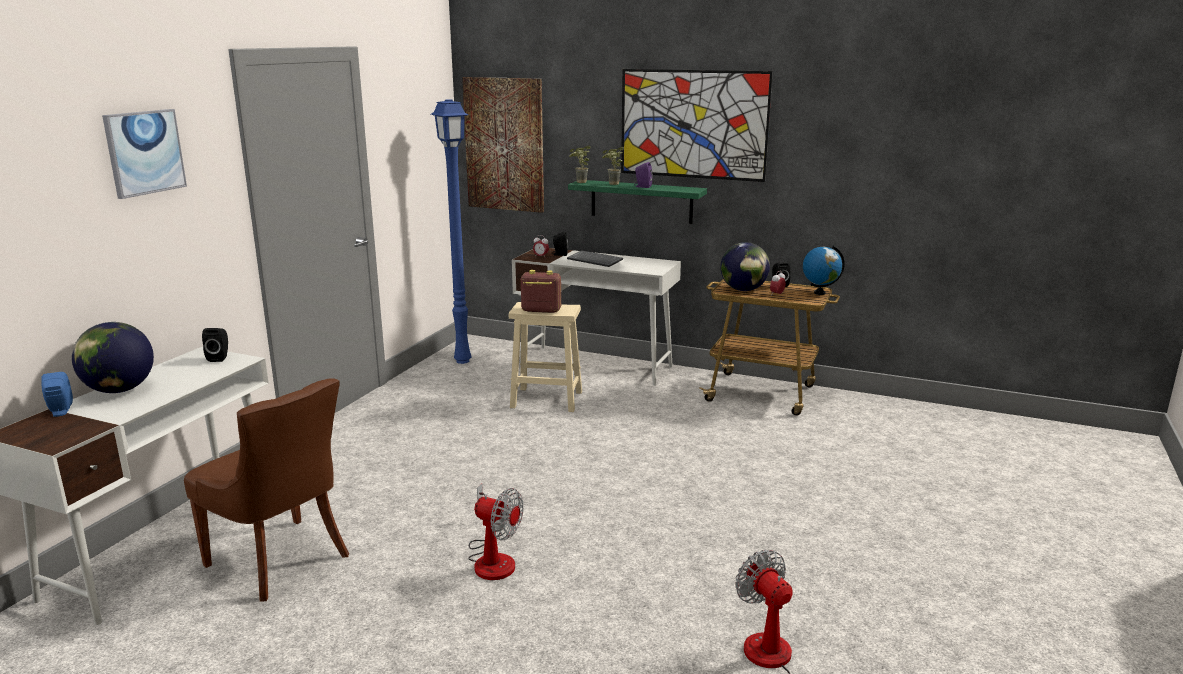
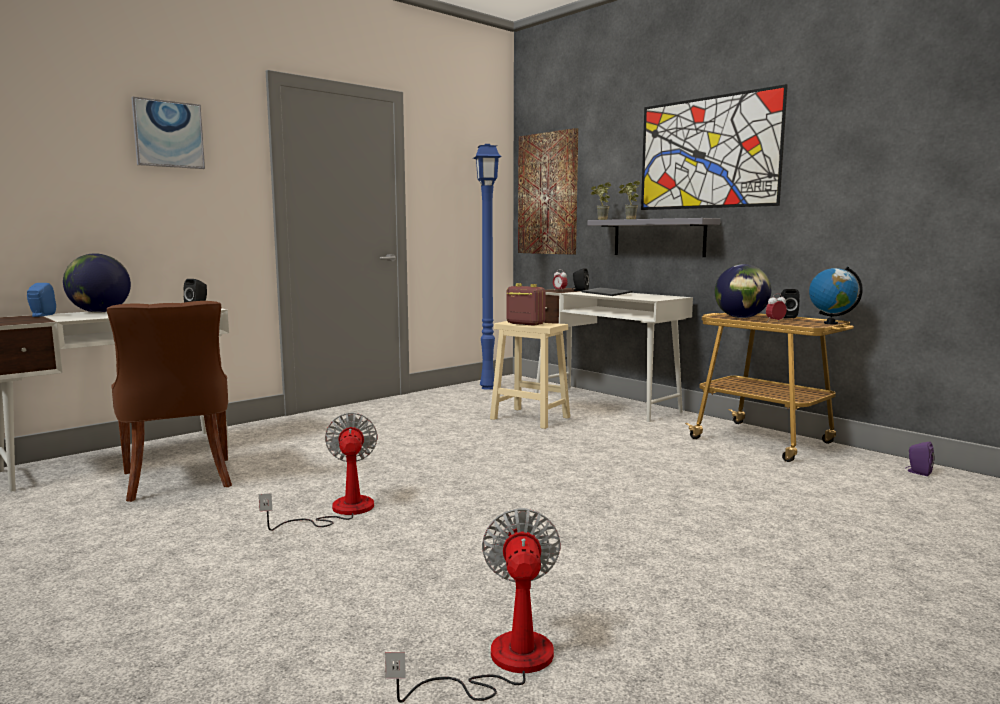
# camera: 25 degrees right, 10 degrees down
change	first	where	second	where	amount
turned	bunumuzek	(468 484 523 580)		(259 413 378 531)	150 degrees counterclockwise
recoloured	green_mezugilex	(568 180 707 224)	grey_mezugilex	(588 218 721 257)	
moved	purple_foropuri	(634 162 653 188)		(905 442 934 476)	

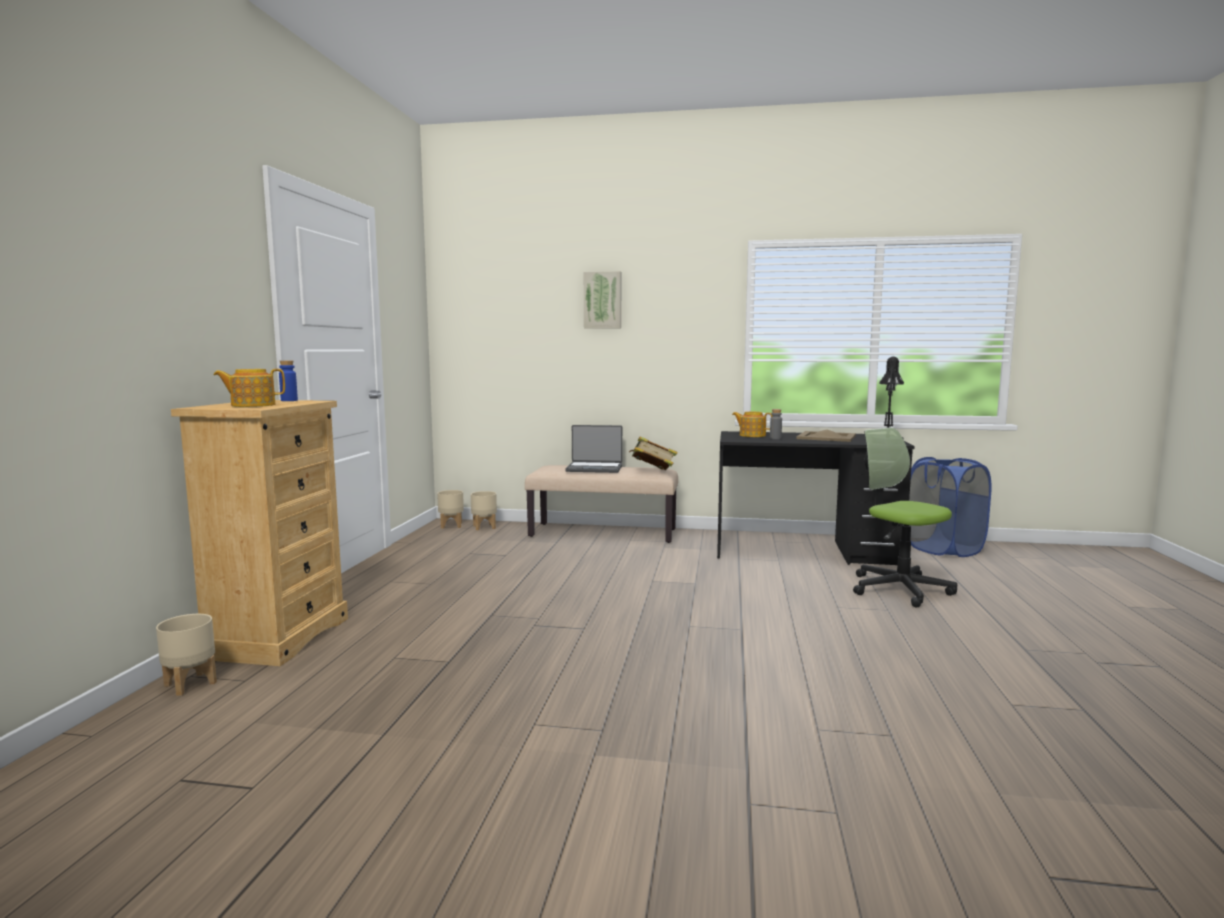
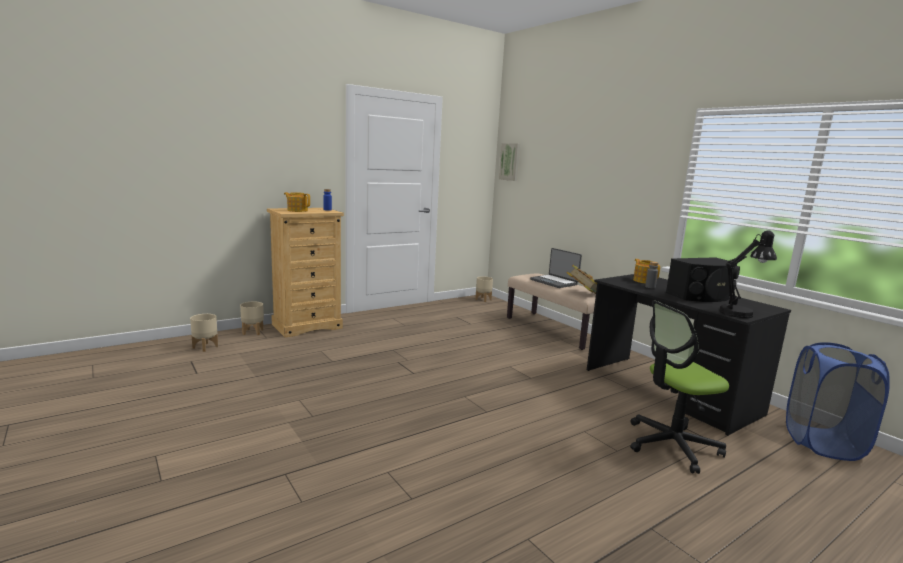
# camera: 45 degrees right, 5 degrees up
change	first	where	second	where	amount
moved	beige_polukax	(471 491 497 530)		(190 314 218 352)	
moved	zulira	(584 271 621 329)		(499 143 520 181)	
replaced	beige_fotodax	(797 430 856 442)	black_foropuri	(666 257 740 302)	
turned	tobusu	(853 427 957 607)		(630 300 729 474)	120 degrees counterclockwise

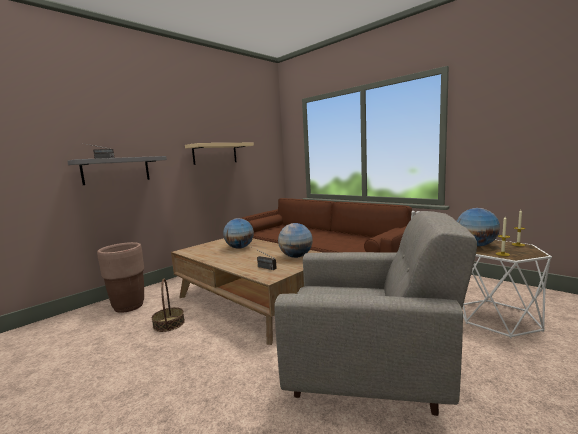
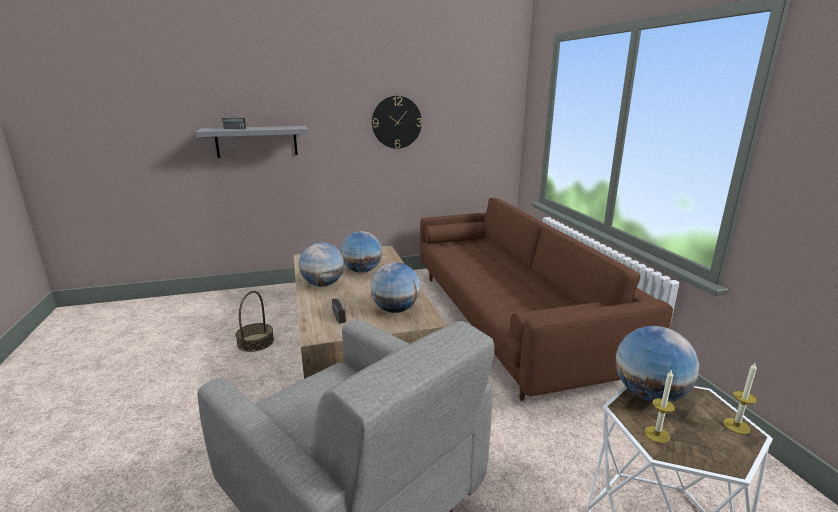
# camera: 30 degrees right, 10 degrees up
change	first	where	second	where	amount
removed	brown_polukax	(97 242 144 313)			
replaced	beige_mezugilex	(185 143 254 165)	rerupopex	(372 96 422 149)	
added			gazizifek	(299 242 344 287)	

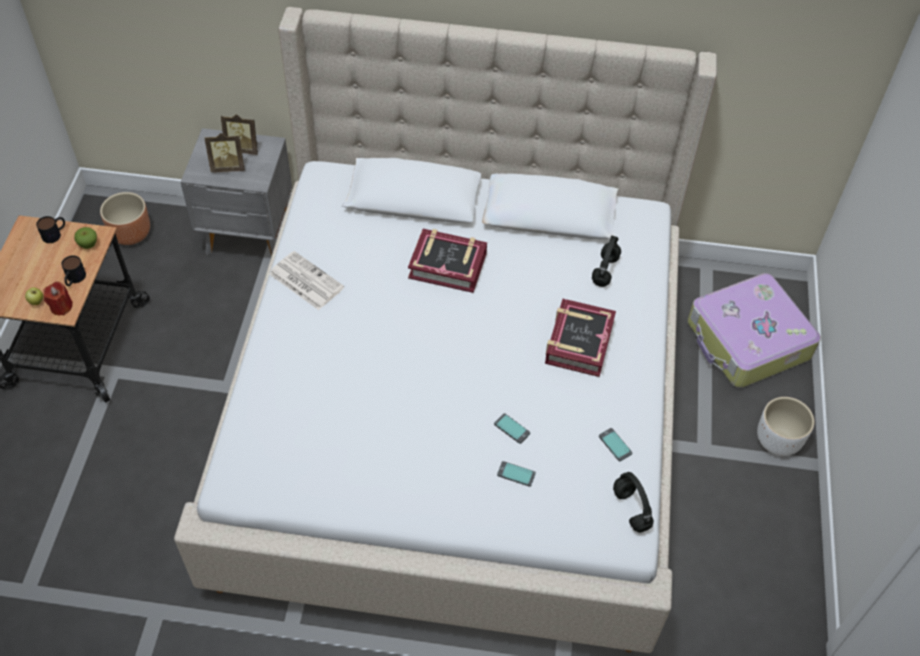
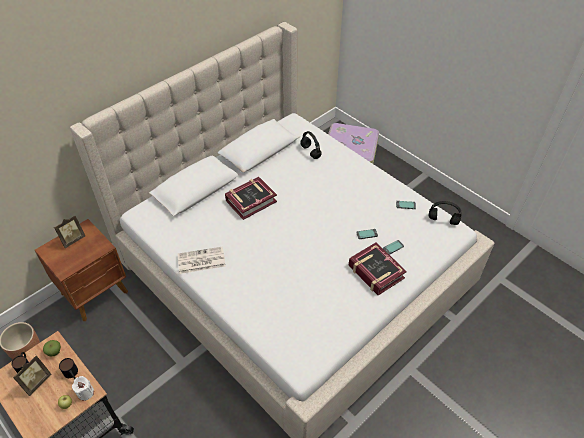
# camera: 50 degrees left, 5 degrees down
change	first	where	second	where	amount
recoloured	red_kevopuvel	(43 282 73 316)	white_kevopuvel	(72 376 94 401)	
recoloured	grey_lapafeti	(181 128 292 256)	brown_lapafeti	(35 219 128 321)	
moved	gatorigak	(204 133 245 172)		(13 355 51 396)	
moved	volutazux	(545 299 616 377)		(349 243 407 295)	
removed	white_polukax	(757 397 814 456)			

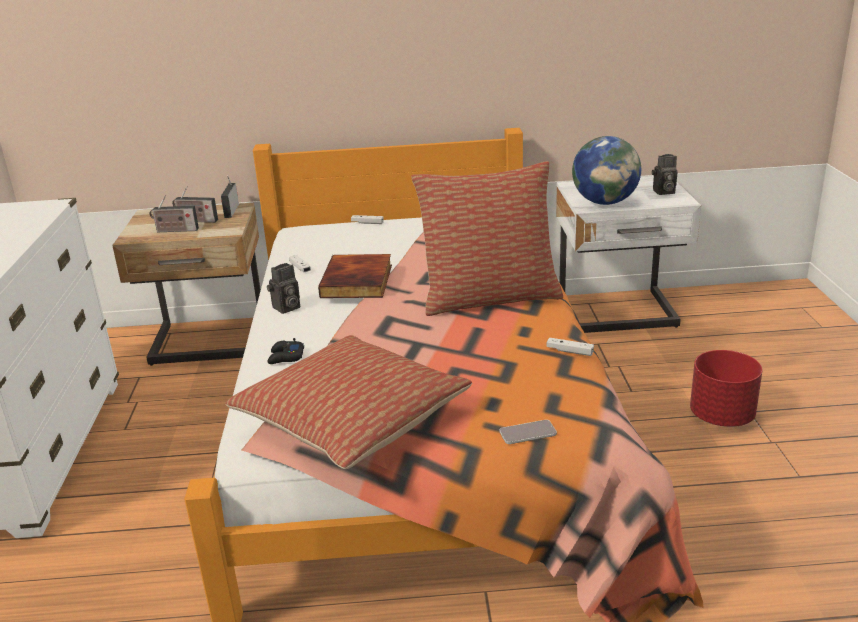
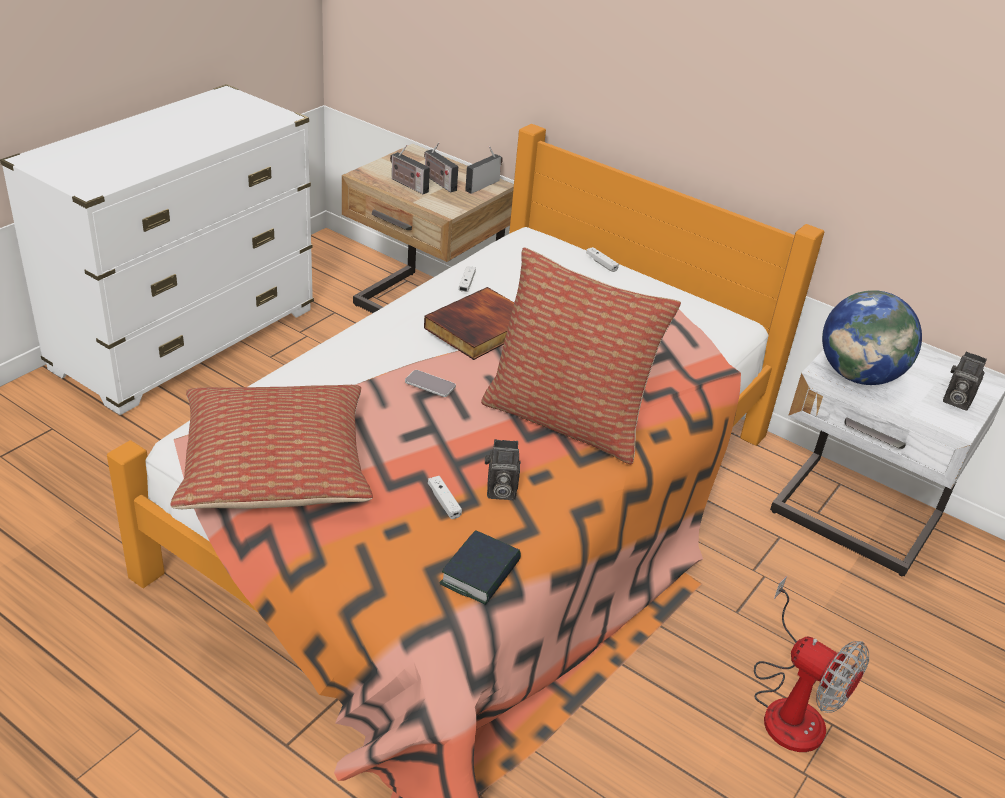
# camera: 35 degrees right, 10 degrees up
change	first	where	second	where	amount
moved	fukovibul	(267 263 300 314)		(485 439 521 500)	
removed	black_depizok	(267 338 304 364)			
moved	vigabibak	(499 420 557 444)		(405 370 456 397)	
moved	white_depizok	(546 338 594 356)		(428 476 462 519)	
replaced	red_polukax	(690 350 762 427)	bunumuzek	(754 576 869 752)	
added			volutazux	(440 530 521 605)	

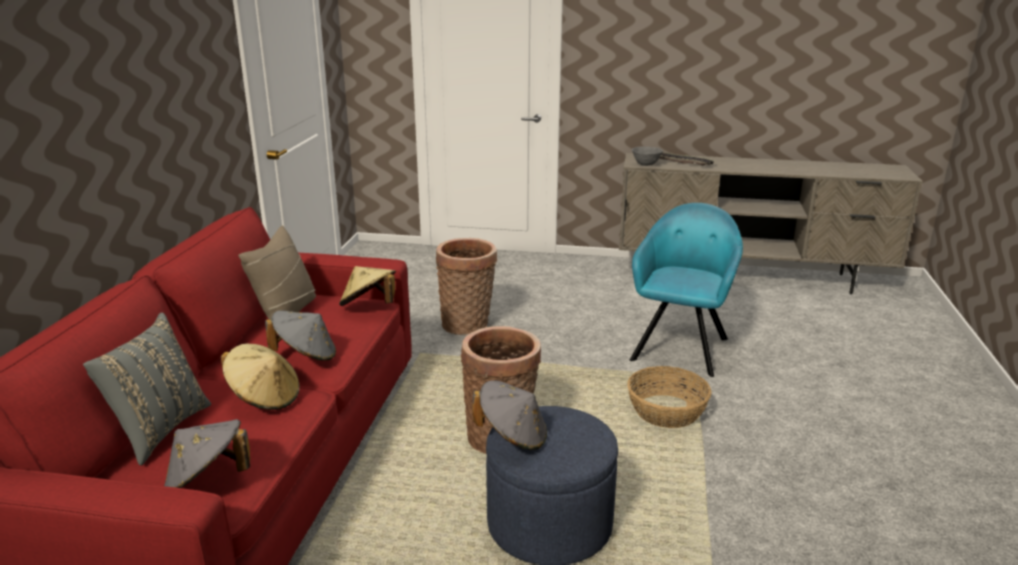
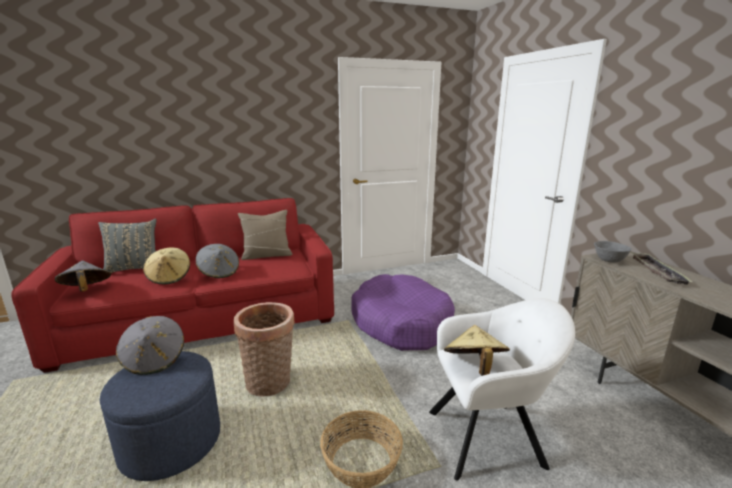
# camera: 60 degrees right, 5 degrees down
change	first	where	second	where	amount
moved	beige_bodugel	(339 266 396 306)		(444 325 510 376)	
replaced	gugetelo	(436 238 497 335)	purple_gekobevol	(351 274 455 351)	
recoloured	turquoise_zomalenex	(630 203 743 377)	white_zomalenex	(429 298 575 480)	

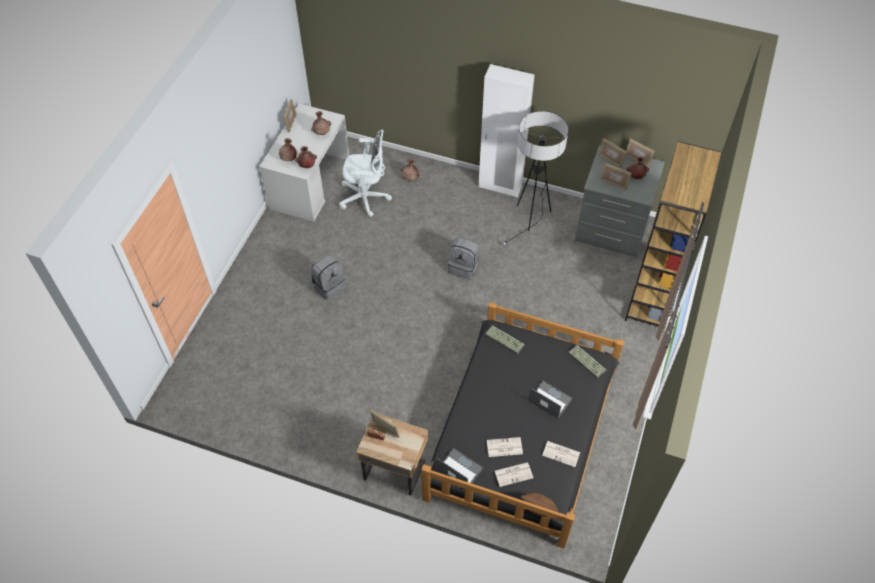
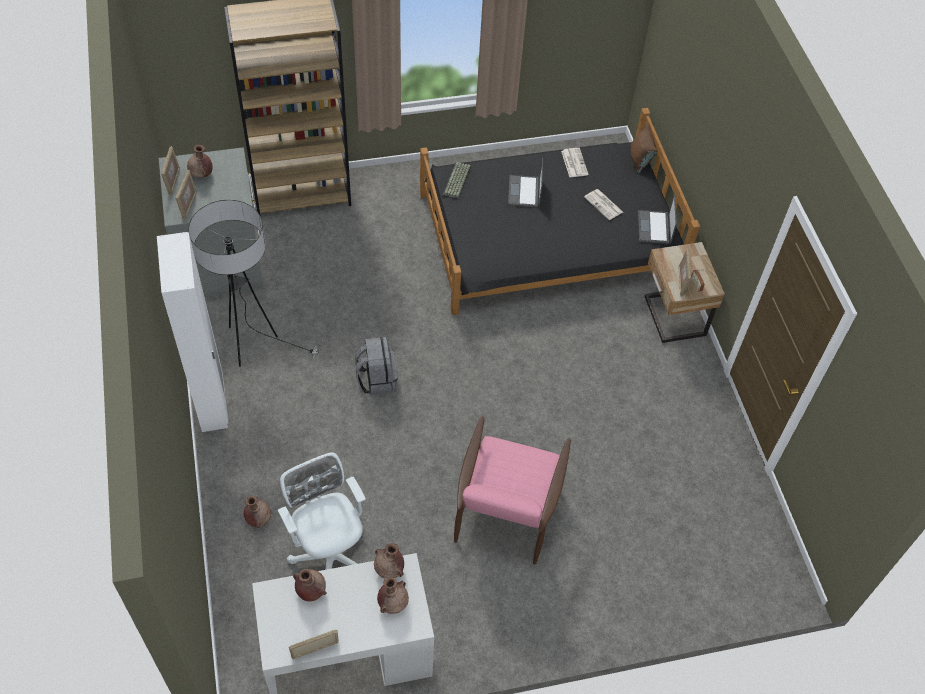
# camera: 125 degrees left, 0 degrees up
change	first	where	second	where	amount
replaced	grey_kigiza	(311 255 346 300)	pink_zomalenex	(454 416 571 565)	
removed	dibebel	(484 325 525 354)			
removed	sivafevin	(495 462 533 487)			
removed	gatorigak	(600 163 632 190)			

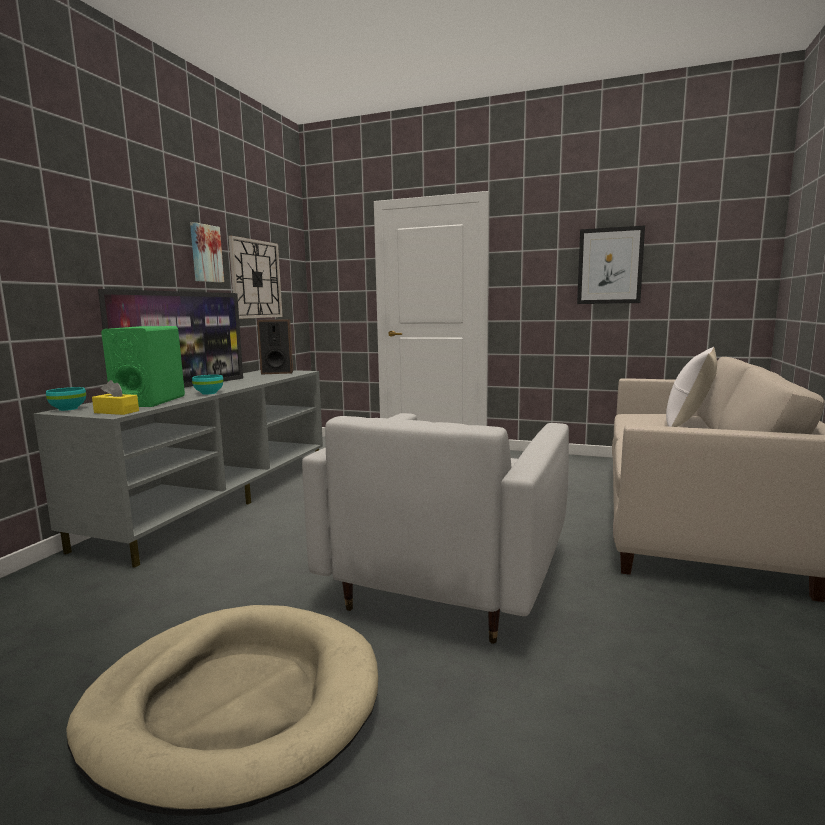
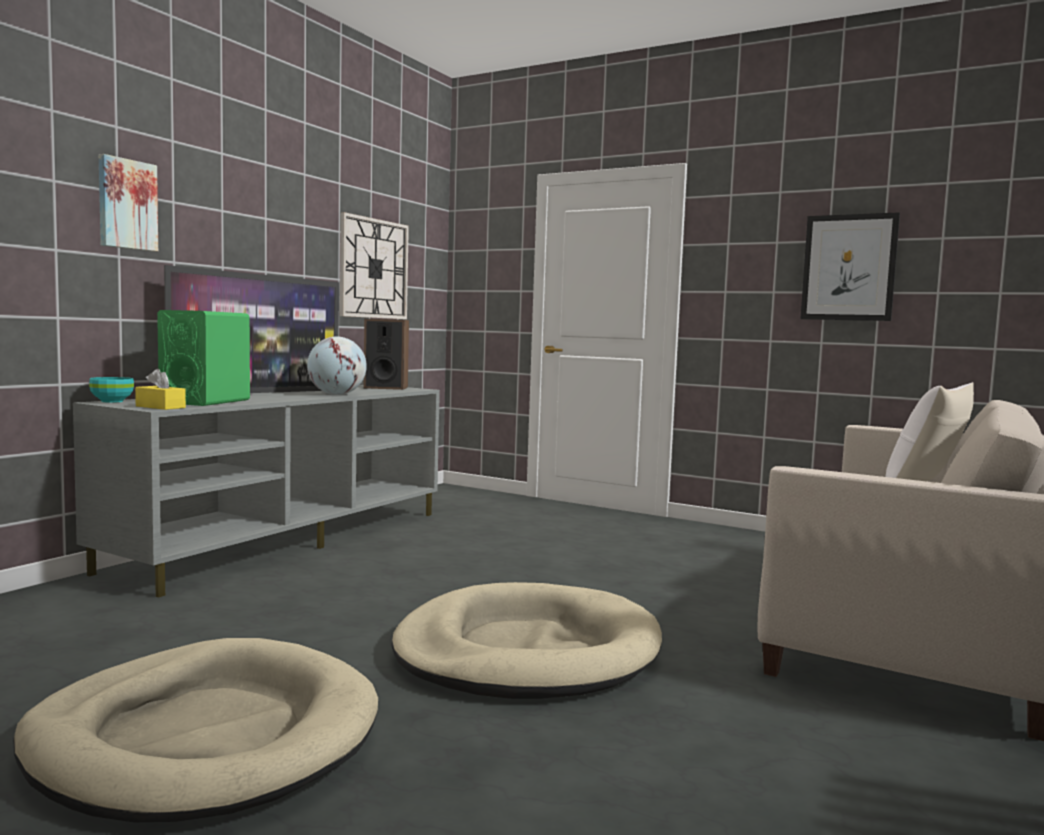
# camera: 10 degrees right, 5 degrees down
change	first	where	second	where	amount
moved	zulira	(190 222 224 282)		(99 154 158 252)	
removed	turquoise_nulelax	(192 375 223 395)			
replaced	white_zomalenex	(302 413 569 644)	beige_gekobevol	(392 582 662 699)	
added			gazizifek	(307 336 367 395)	

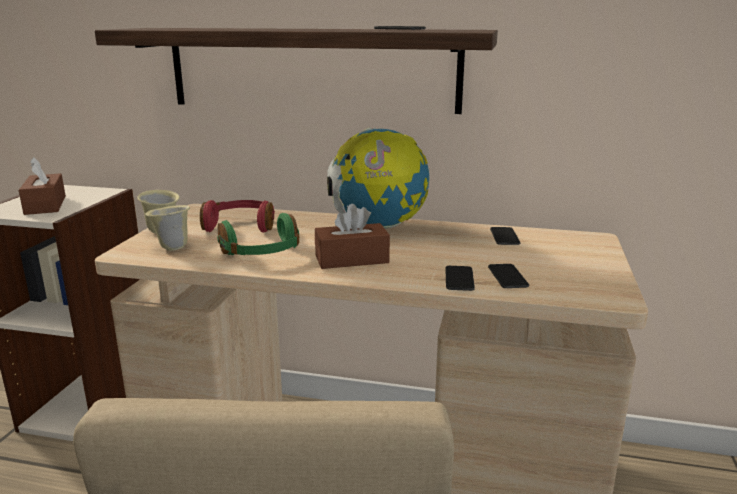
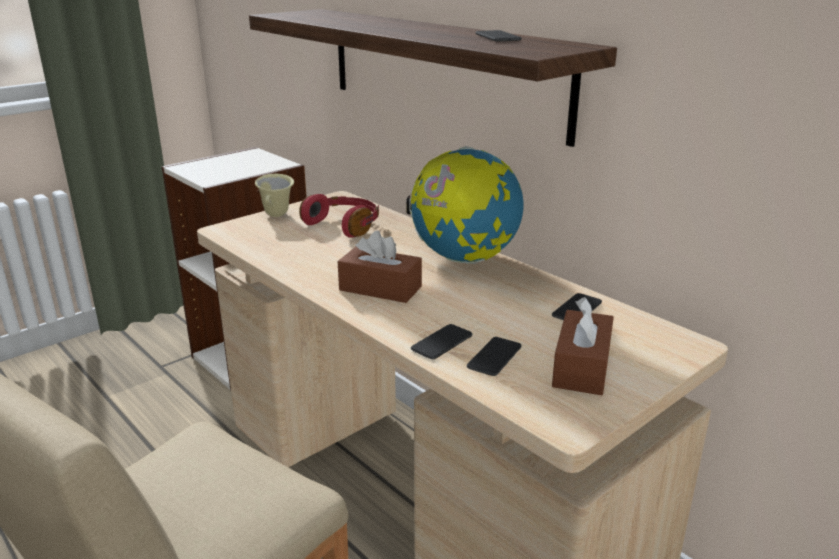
# camera: 35 degrees right, 5 degrees up
change	first	where	second	where	amount
moved	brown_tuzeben	(19 157 66 215)		(552 297 614 395)	
removed	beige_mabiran	(146 205 190 251)			
removed	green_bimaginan	(217 213 299 255)			

